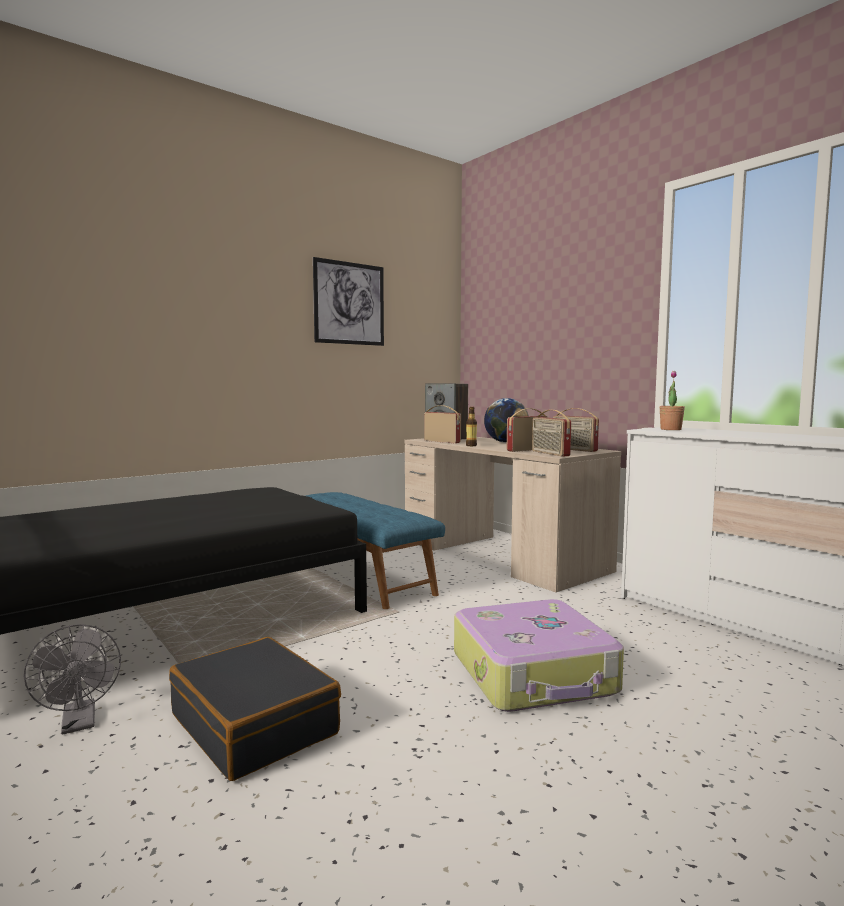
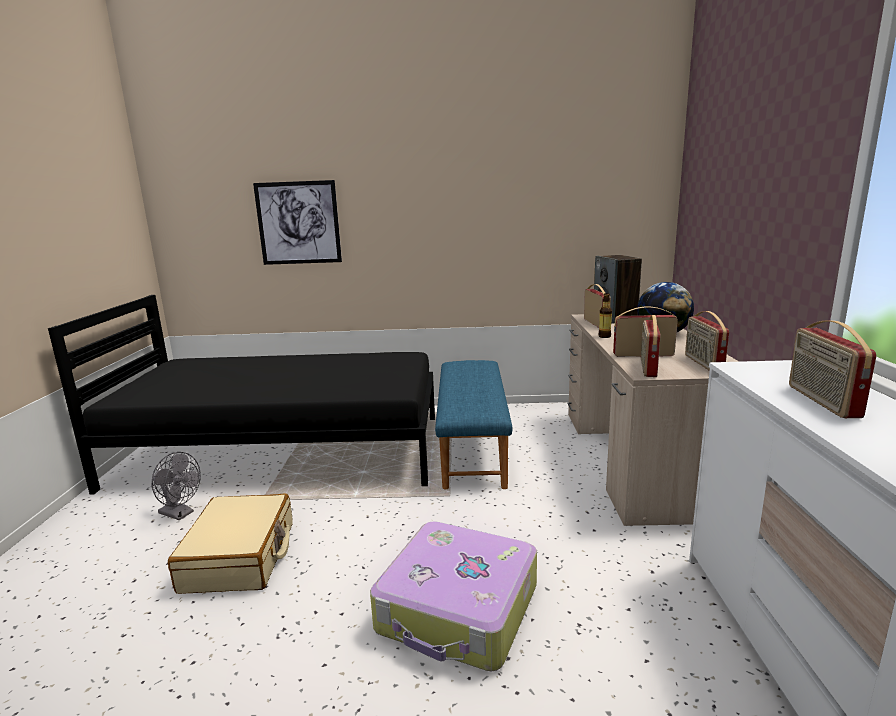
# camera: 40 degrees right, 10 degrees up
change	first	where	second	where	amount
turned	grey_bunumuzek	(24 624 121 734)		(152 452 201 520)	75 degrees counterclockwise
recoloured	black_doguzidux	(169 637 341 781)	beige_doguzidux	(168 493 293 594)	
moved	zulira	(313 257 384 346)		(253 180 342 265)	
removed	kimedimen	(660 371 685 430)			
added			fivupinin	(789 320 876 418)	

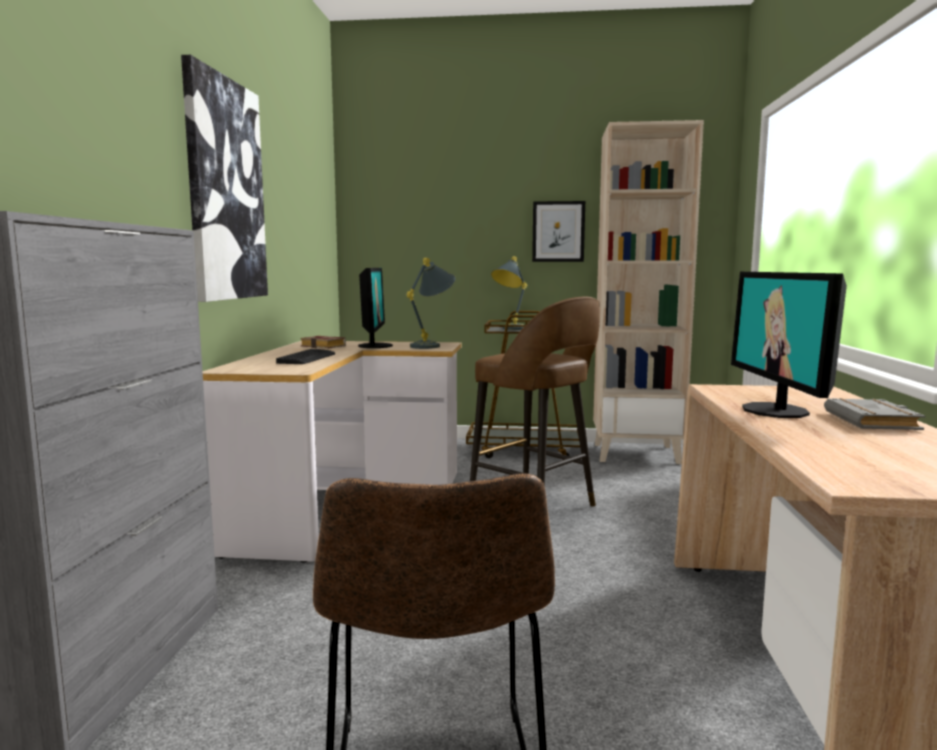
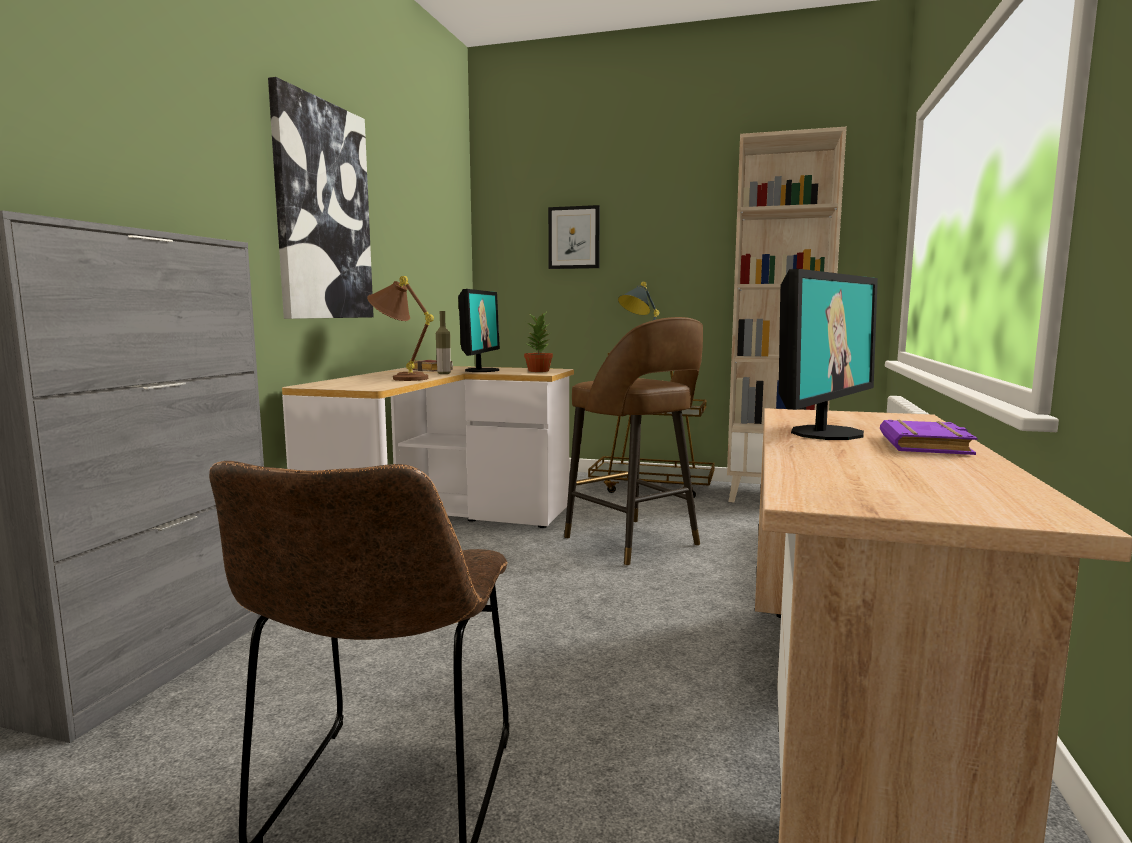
# camera: 10 degrees right, 0 degrees up
change	first	where	second	where	amount
replaced	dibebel	(276 349 335 364)	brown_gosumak	(367 276 434 381)	
replaced	grey_gosumak	(406 258 456 349)	kimedimen	(524 313 553 372)	
moved	zulira	(532 201 585 262)		(548 205 600 269)	
turned	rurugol	(731 272 847 418)		(779 269 878 440)	150 degrees counterclockwise
recoloured	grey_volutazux	(824 398 926 430)	purple_volutazux	(880 420 977 455)	
added			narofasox	(436 311 451 374)	

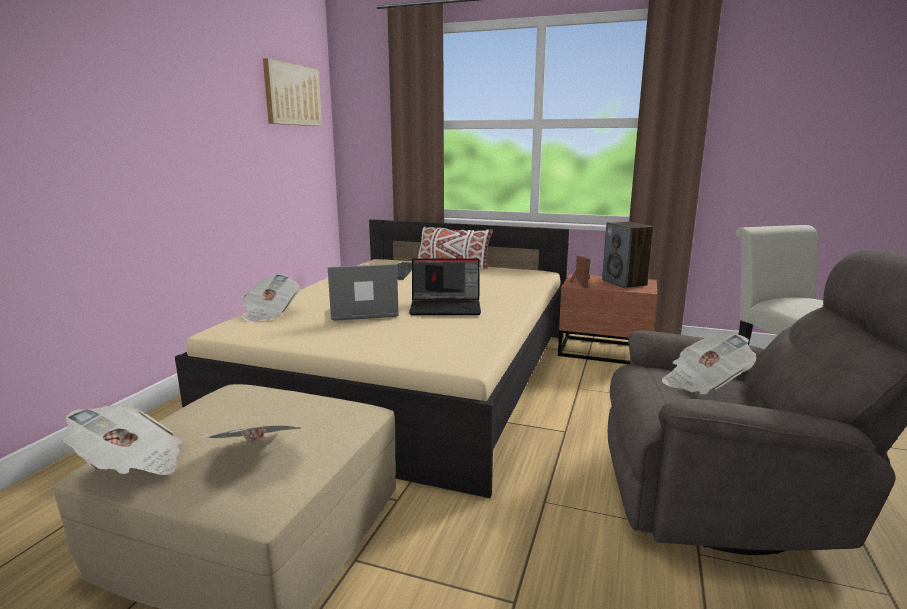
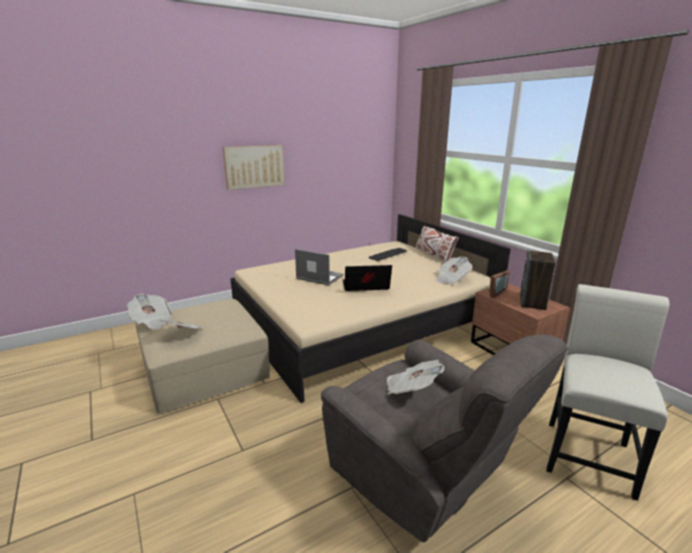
# camera: 40 degrees right, 5 degrees up
change	first	where	second	where	amount
moved	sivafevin	(242 274 300 322)		(435 257 473 284)	
moved	zulira	(263 58 322 126)		(223 145 285 190)	
turned	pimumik	(409 259 481 315)		(343 265 392 291)	135 degrees clockwise

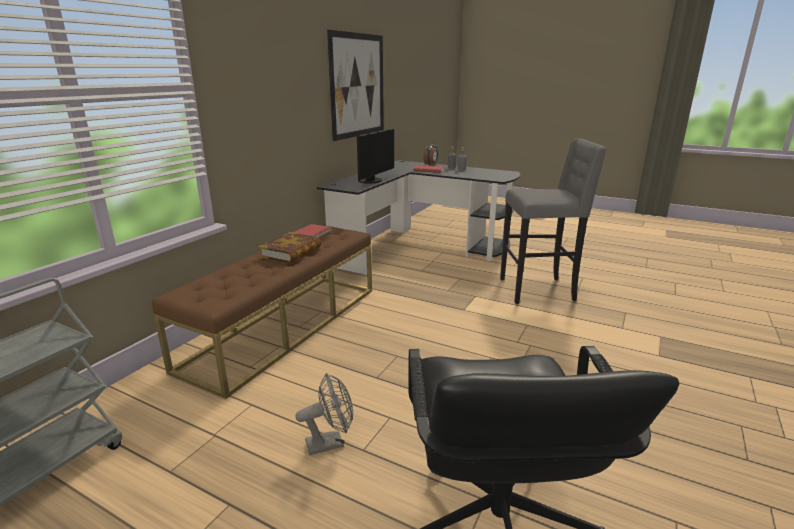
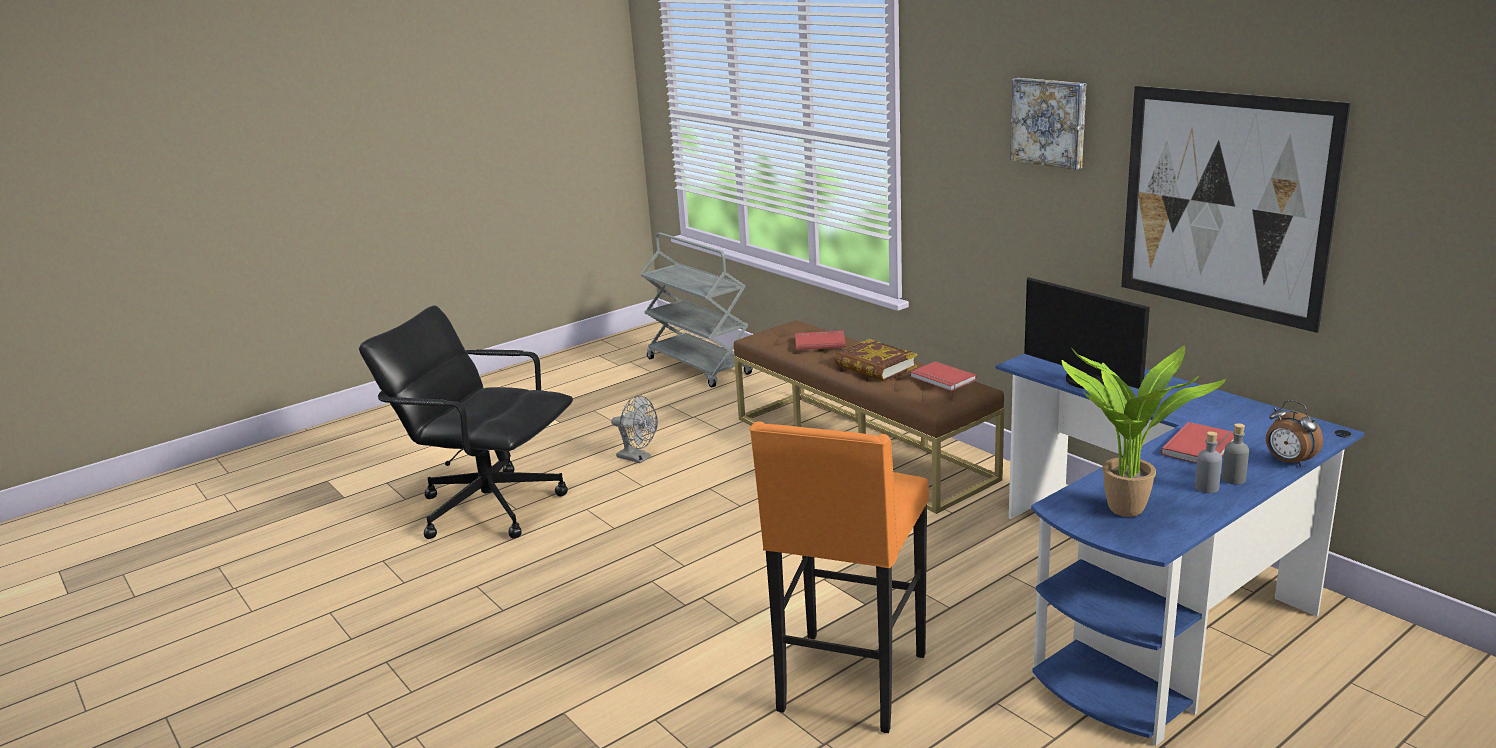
# camera: 115 degrees right, 0 degrees up
change	first	where	second	where	amount
turned	grey_bunumuzek	(295 373 353 455)		(611 395 658 463)	60 degrees counterclockwise
recoloured	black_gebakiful	(317 160 520 275)	blue_gebakiful	(996 354 1365 746)	
recoloured	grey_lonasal	(500 139 606 304)	orange_lonasal	(749 422 929 733)	
added			red_volutazux	(795 331 846 350)	
added			zulira	(1010 78 1086 170)	
added			kimedimen	(1062 346 1226 517)	

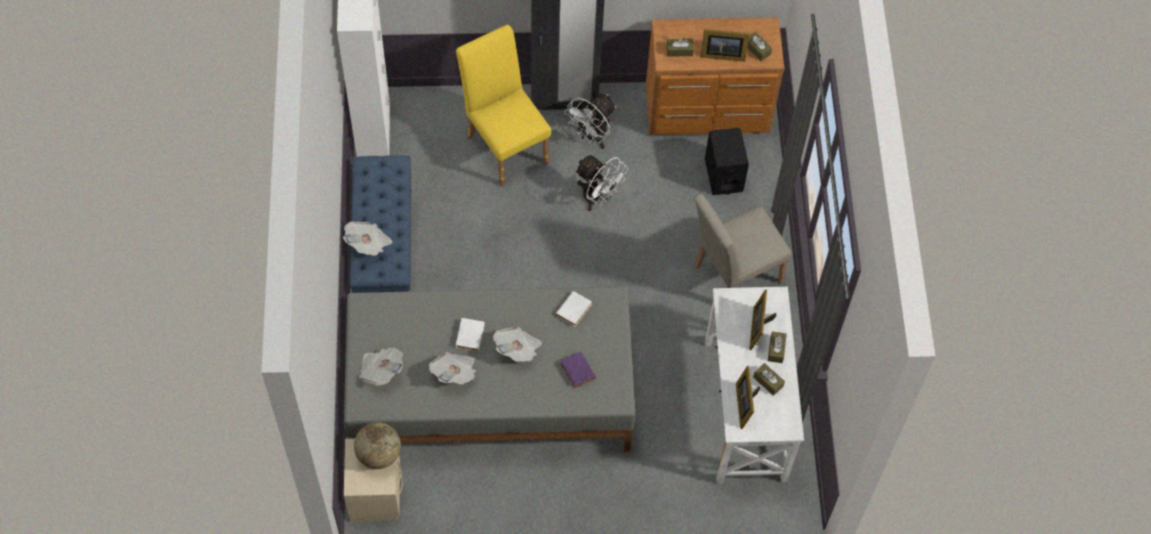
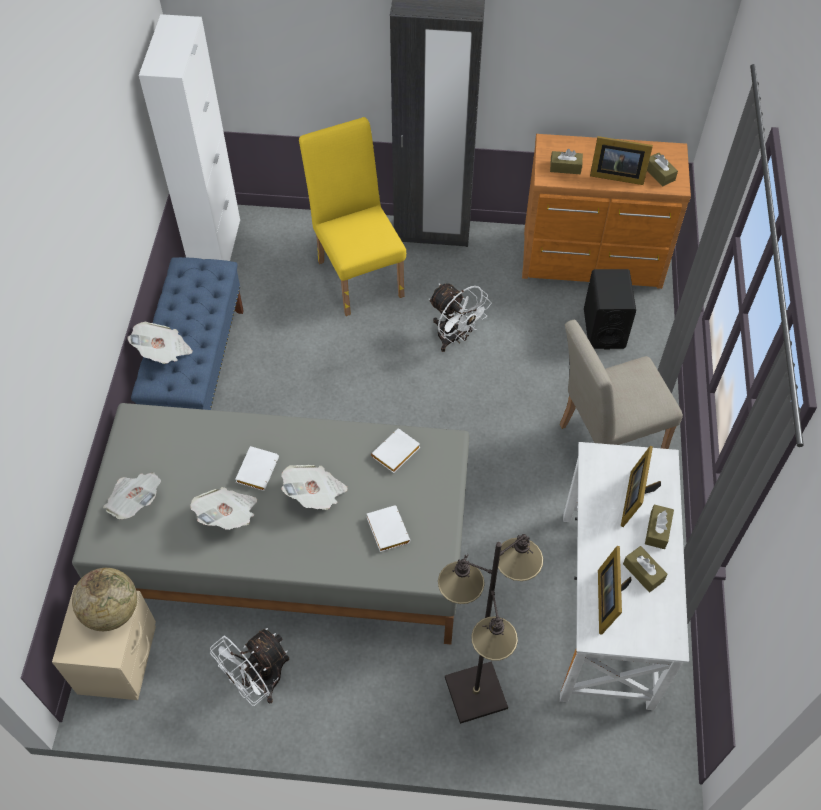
# camera: 10 degrees right, 5 degrees down
change	first	where	second	where	amount
recoloured	purple_volutazux	(560 352 596 388)	white_volutazux	(367 505 411 552)	
moved	white_bunumuzek	(564 94 616 149)		(210 628 289 706)	
added			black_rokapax	(438 534 543 724)	

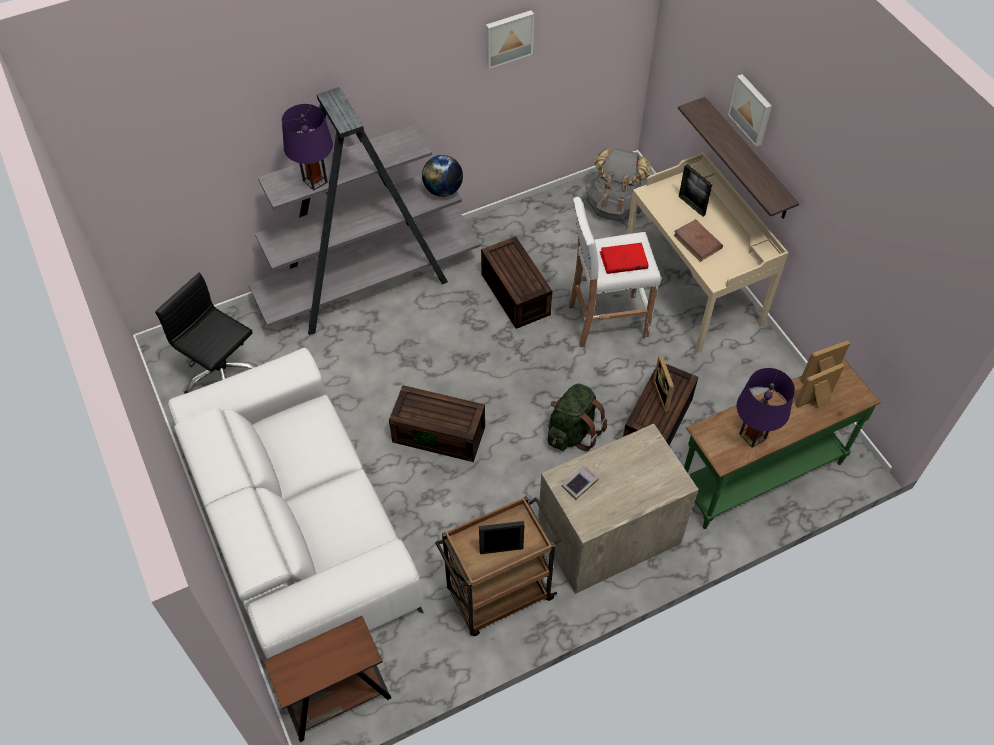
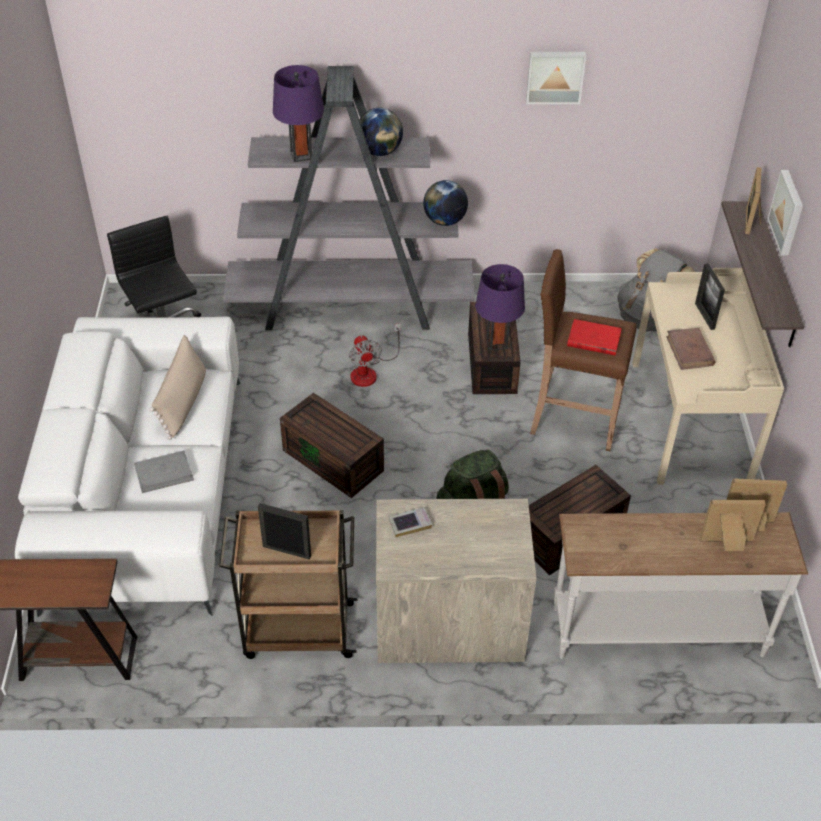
# camera: 25 degrees right, 10 degrees down
change	first	where	second	where	amount
recoloured	white_lonasal	(568 197 661 347)	brown_lonasal	(530 249 637 451)	
moved	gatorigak	(653 355 674 412)		(745 167 762 234)	
recoloured	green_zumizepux	(684 358 881 529)	white_zumizepux	(554 512 808 659)	
moved	purple_gosumak	(737 368 795 448)		(475 264 525 351)	
added			grey_volutazux	(134 450 194 493)	
added			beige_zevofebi	(150 335 206 440)	
added			bunumuzek	(349 323 401 387)	
added			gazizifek	(359 108 403 156)	

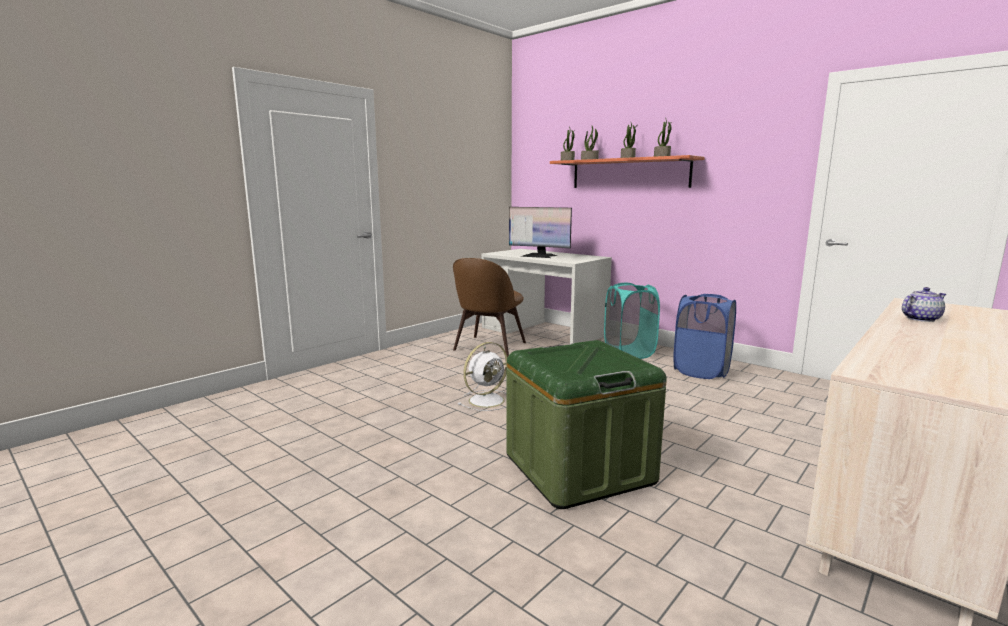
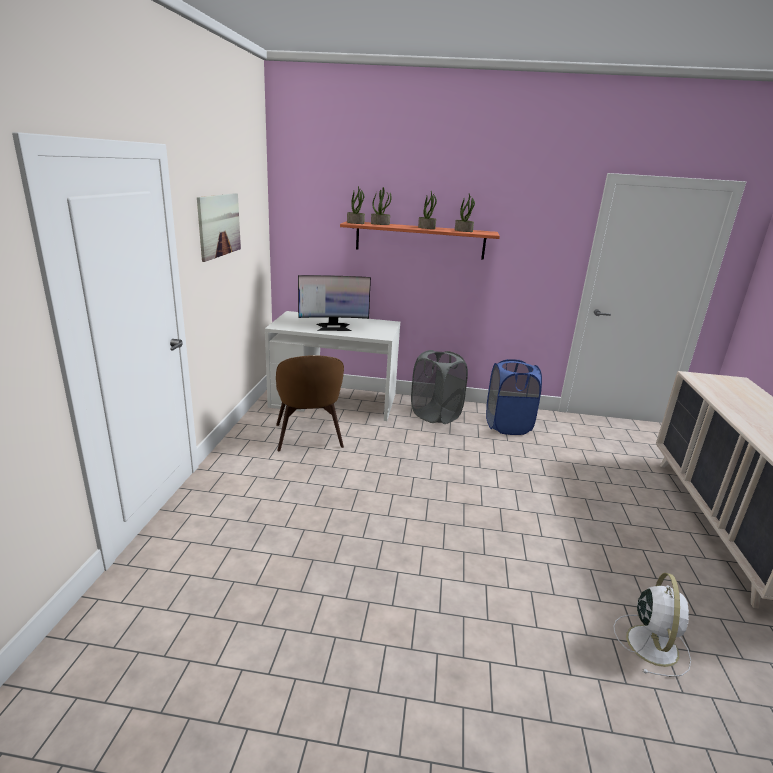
# camera: 35 degrees left, 10 degrees up
change	first	where	second	where	amount
moved	white_bunumuzek	(458 342 508 411)		(613 573 691 677)	
removed	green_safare	(507 340 667 509)			
recoloured	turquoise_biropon	(604 283 660 359)	grey_biropon	(411 350 468 424)	
removed	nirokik	(902 287 946 322)			
added			zulira	(197 193 241 262)	

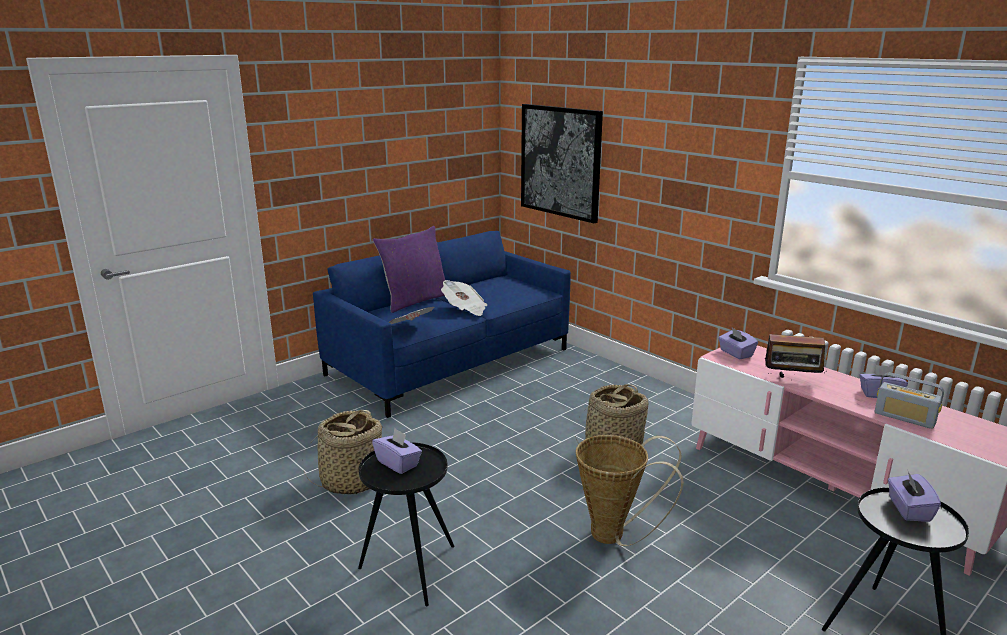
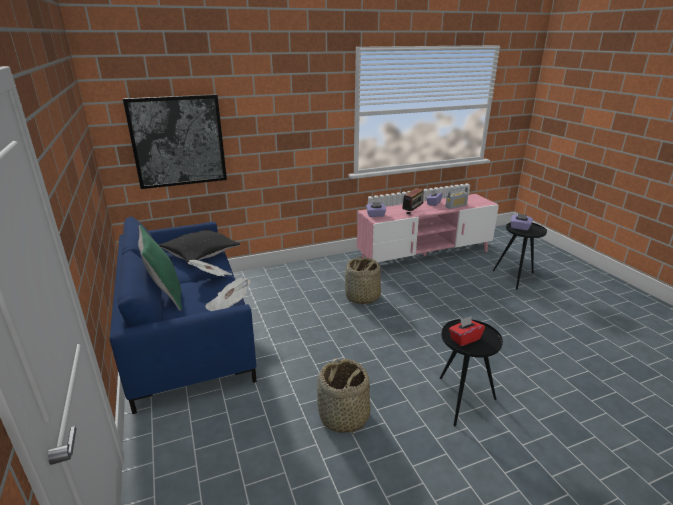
# camera: 70 degrees left, 5 degrees up
change	first	where	second	where	amount
recoloured	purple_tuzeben	(372 428 422 474)	red_tuzeben	(449 316 485 346)	
recoloured	purple_zevofebi	(373 226 445 313)	green_zevofebi	(138 225 182 311)	
removed	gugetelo	(576 435 684 546)			
added			black_zevofebi	(158 229 240 264)	

